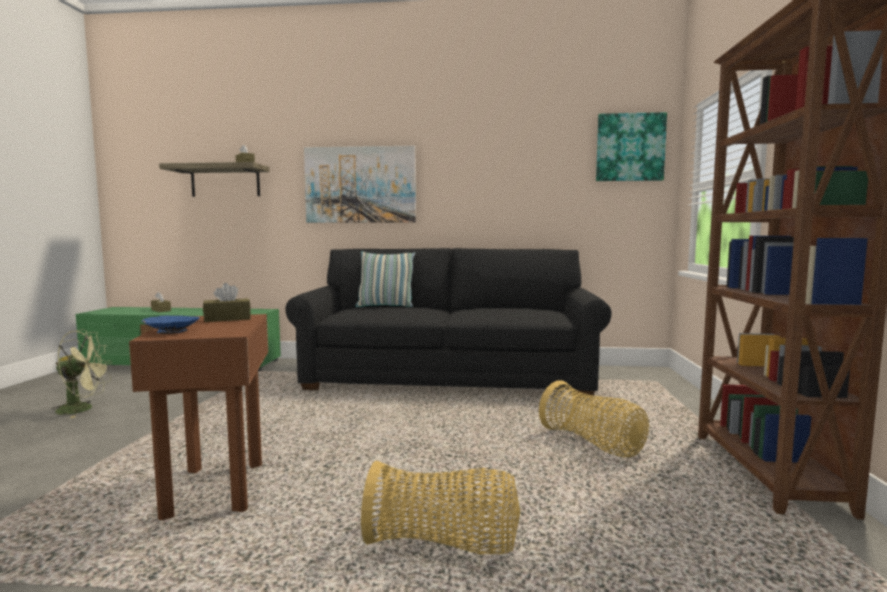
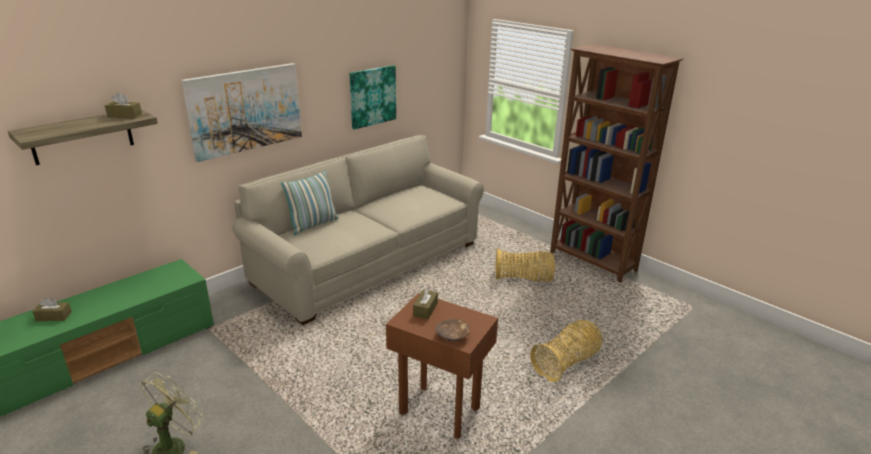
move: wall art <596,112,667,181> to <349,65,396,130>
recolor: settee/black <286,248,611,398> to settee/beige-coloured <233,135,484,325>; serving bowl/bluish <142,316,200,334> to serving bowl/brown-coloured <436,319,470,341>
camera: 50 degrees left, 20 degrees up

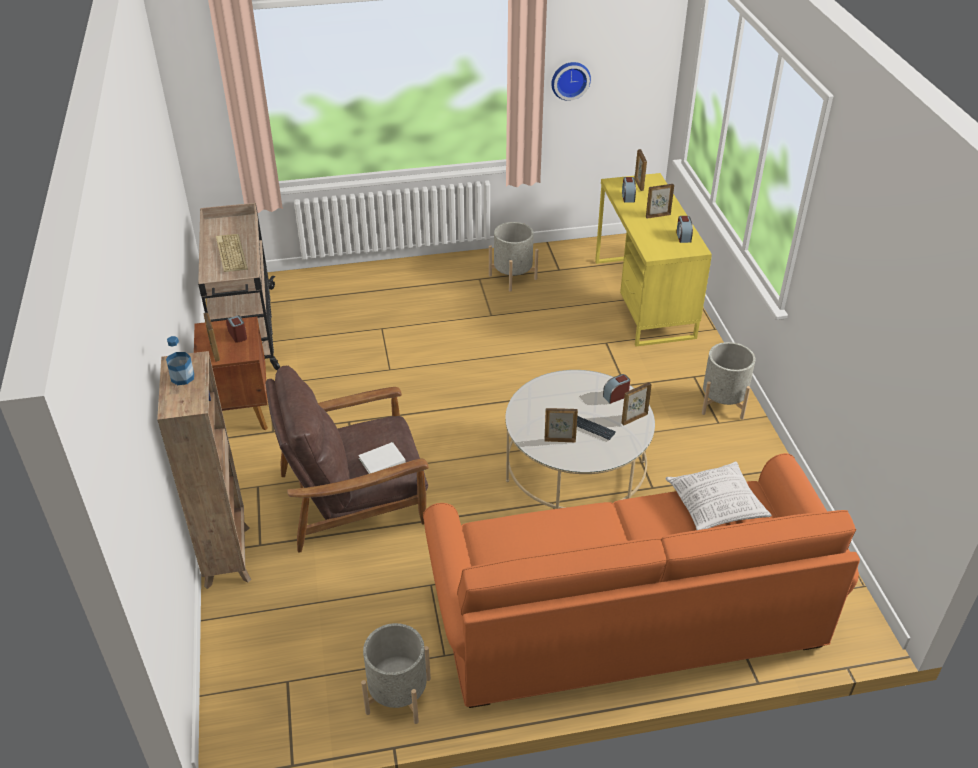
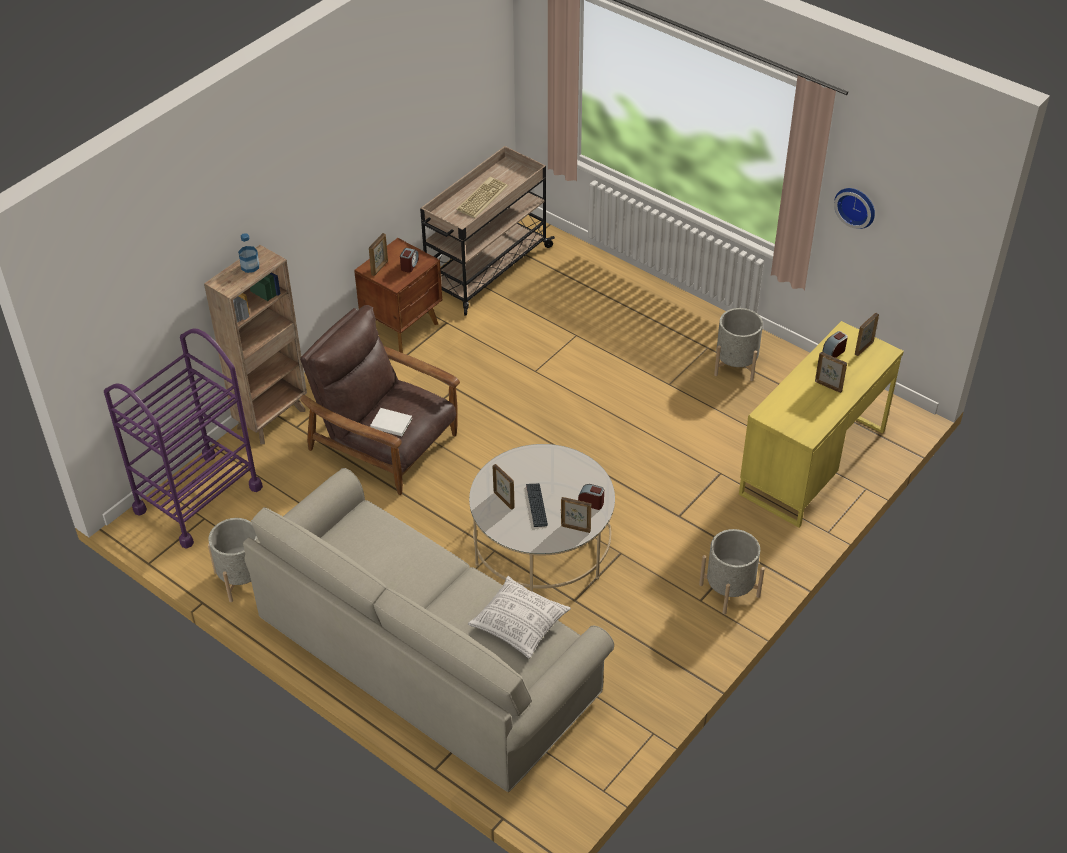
delete: bedside clock <676,216,693,243>
insert: wheeled cart/purplish <104,328,263,549>
recolor: settee/orange-coloured <423,453,860,708> to settee/beige-coloured <243,468,614,792>
camera: 50 degrees right, 5 degrees up

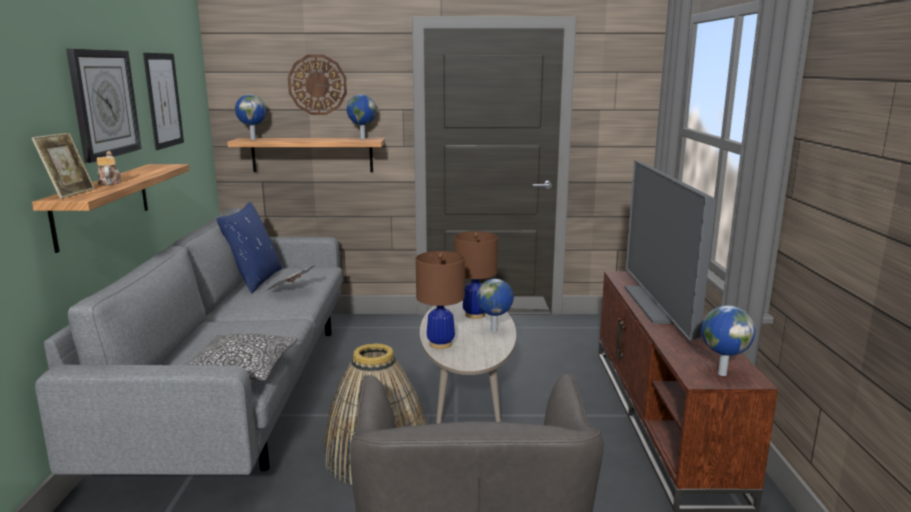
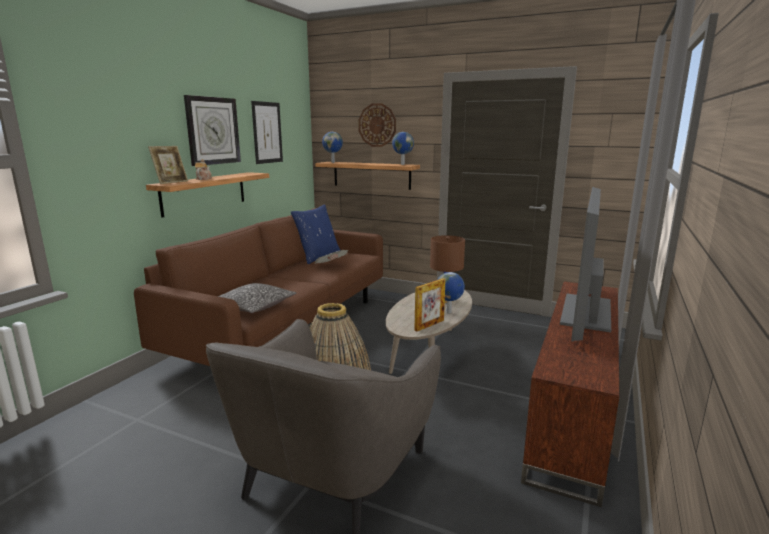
delete: tabletop lamp/brown-coloured <416,251,465,349>; globe <701,305,755,376>
insert: picture frame <414,278,446,332>
recolor: settee/gray <35,207,343,475> to settee/brown-coloured <134,208,383,366>
camera: 25 degrees right, 0 degrees up

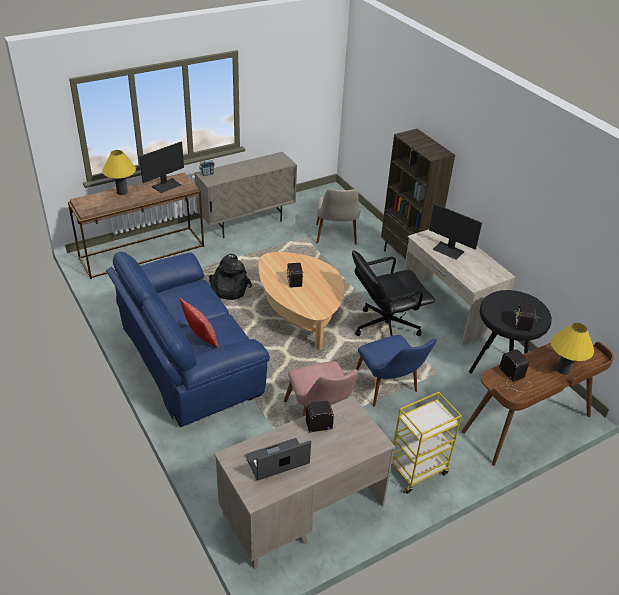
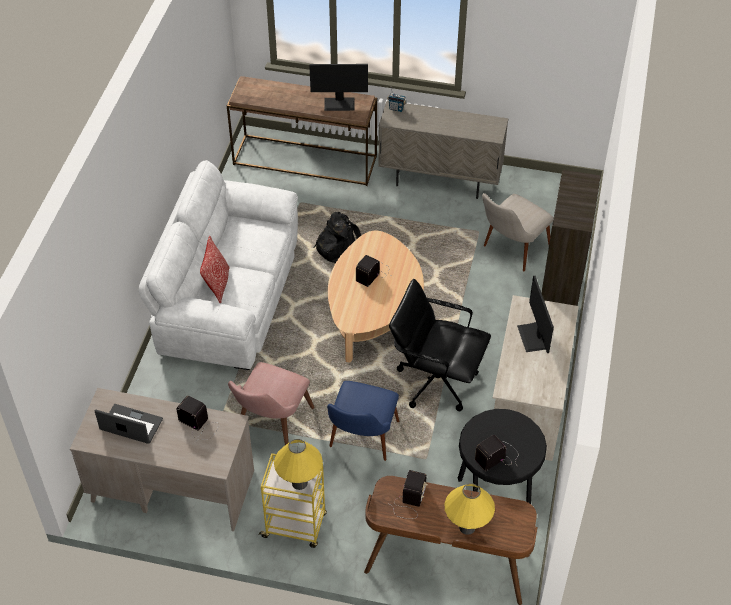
move: tabletop lamp/yellowish <102,150,136,195> to <274,439,323,490>
recolor: settee/bluish <106,252,270,427> to settee/white <139,160,298,370>
camera: 45 degrees right, 10 degrees up

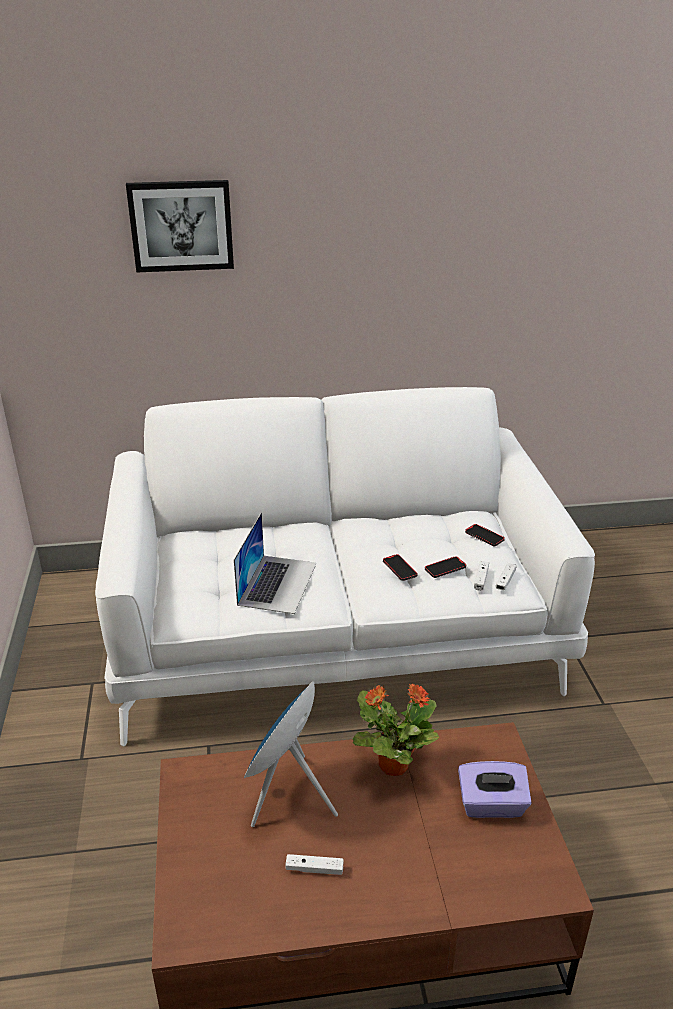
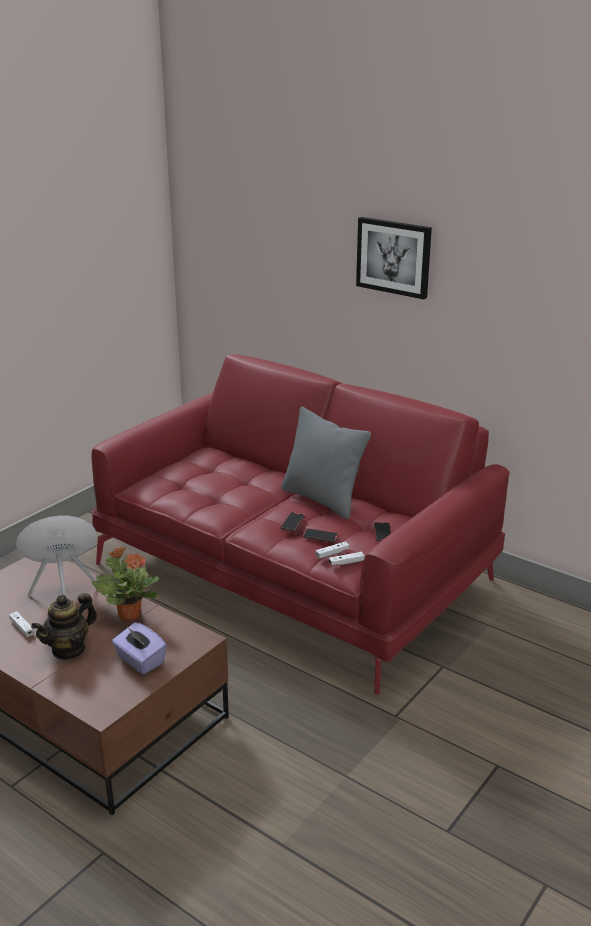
delete: laptop <234,512,317,614>
insert: teapot <31,593,97,660>; pillow/gray <281,407,371,519>
move: wall art <126,180,234,273> to <356,217,432,299>
recolor: settee/white <95,387,595,746> to settee/red <91,354,510,694>
camera: 45 degrees right, 5 degrees down

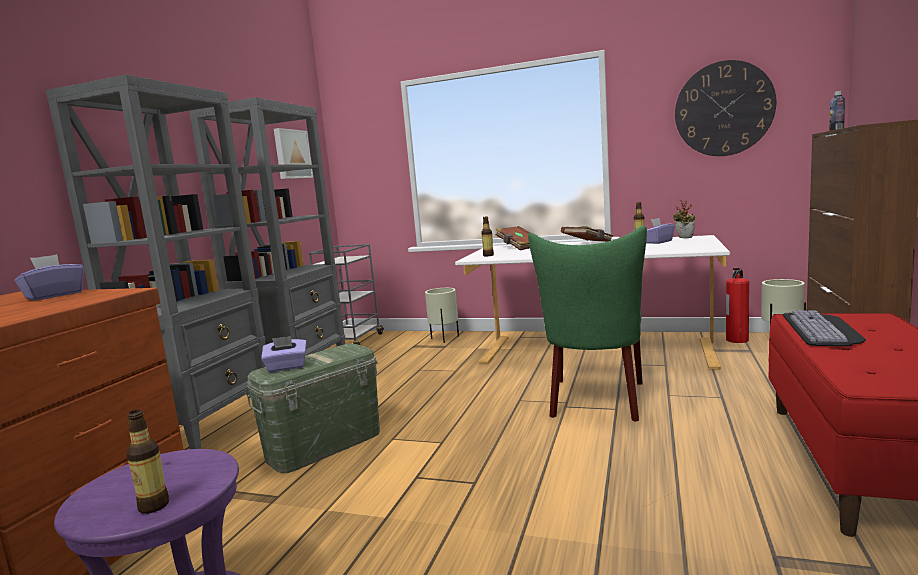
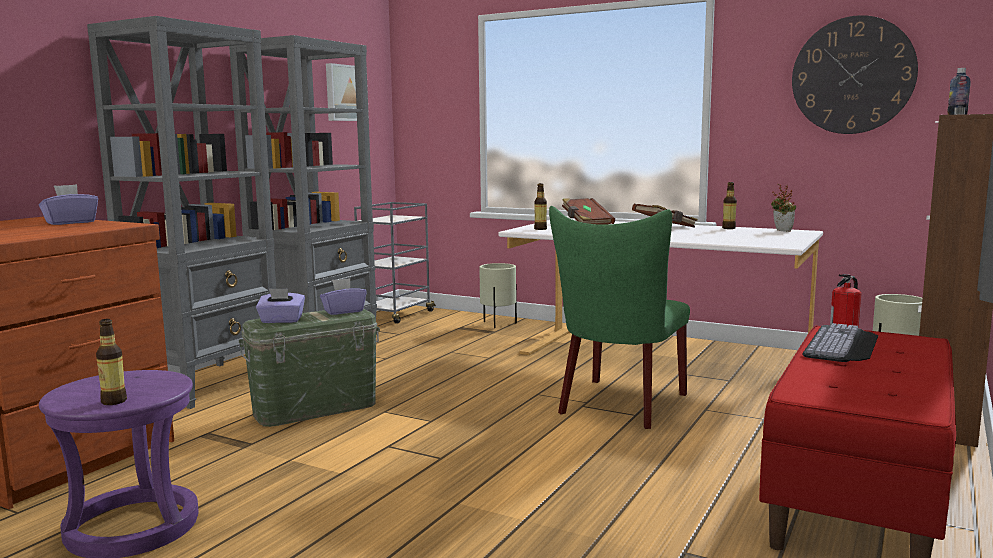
move: tissue holder/purplish <646,218,675,244> to <320,278,367,315>
camera: 10 degrees right, 0 degrees up

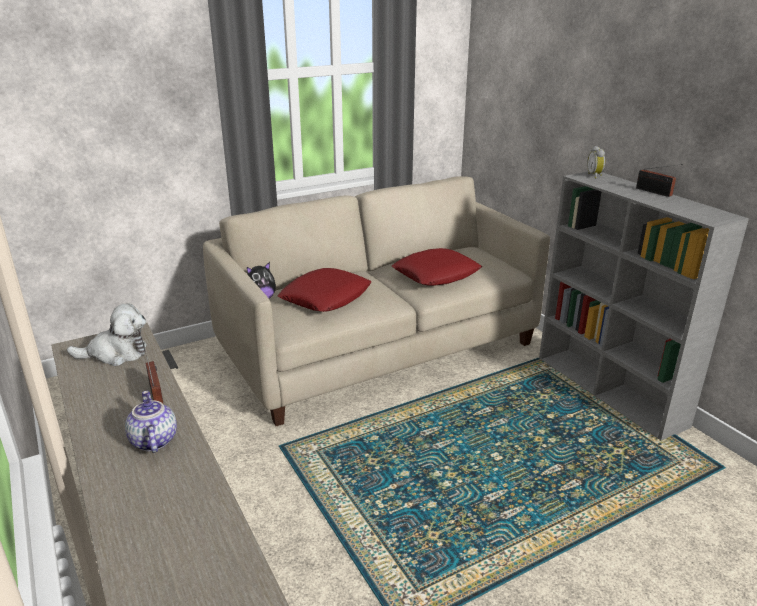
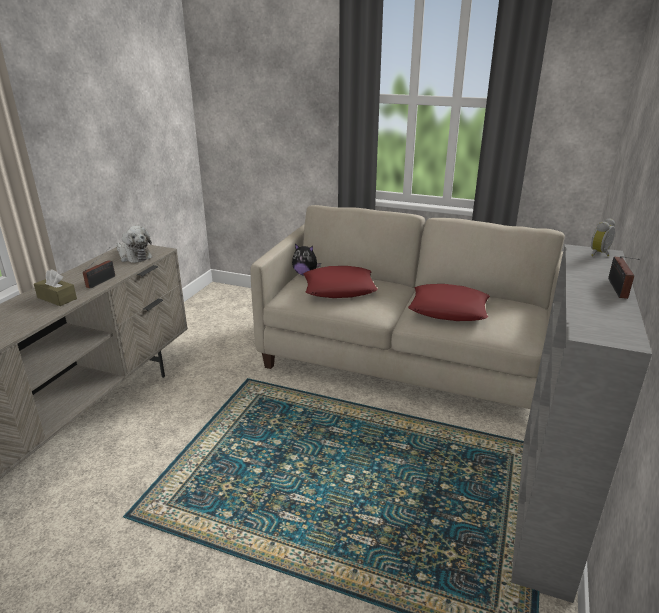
replace: teapot <125,391,177,453> to tissue holder/brown-coloured <34,269,77,306>
camera: 50 degrees right, 0 degrees up

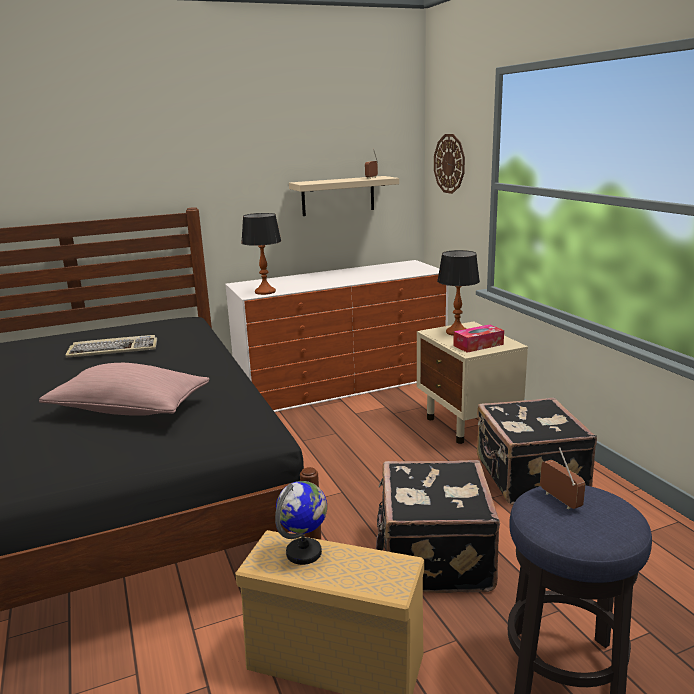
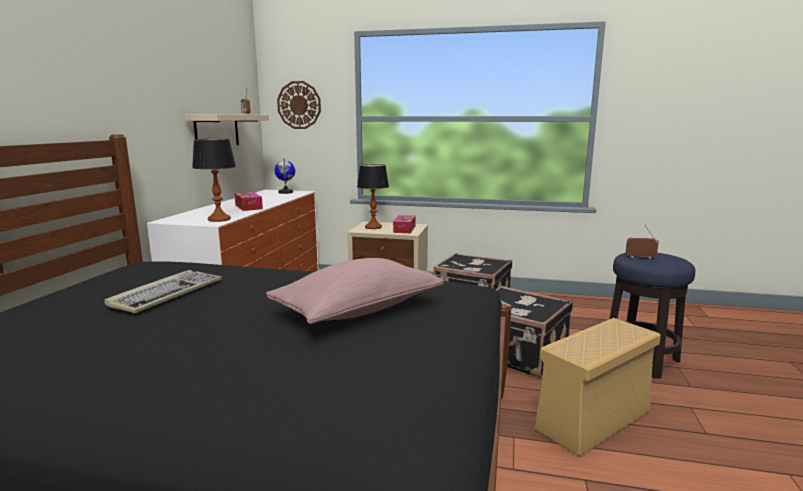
insert: tissue holder <234,192,263,211>
move: globe <275,481,327,565> to <275,158,295,194>
camera: 55 degrees left, 5 degrees down

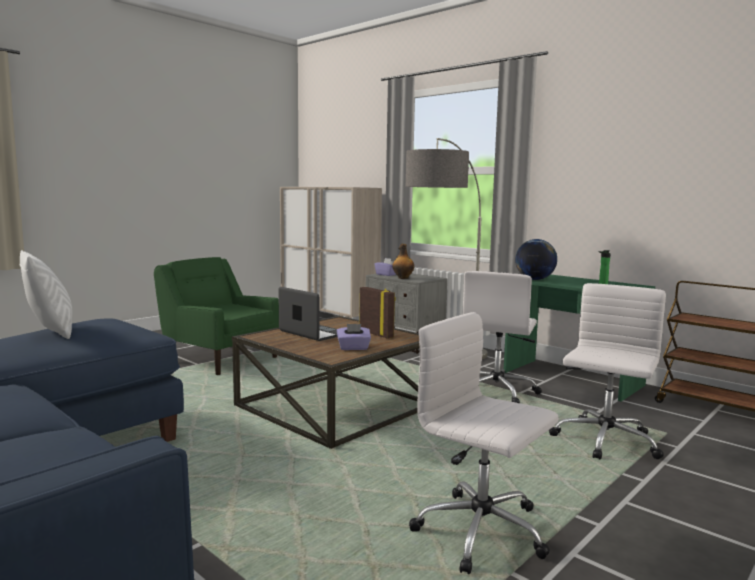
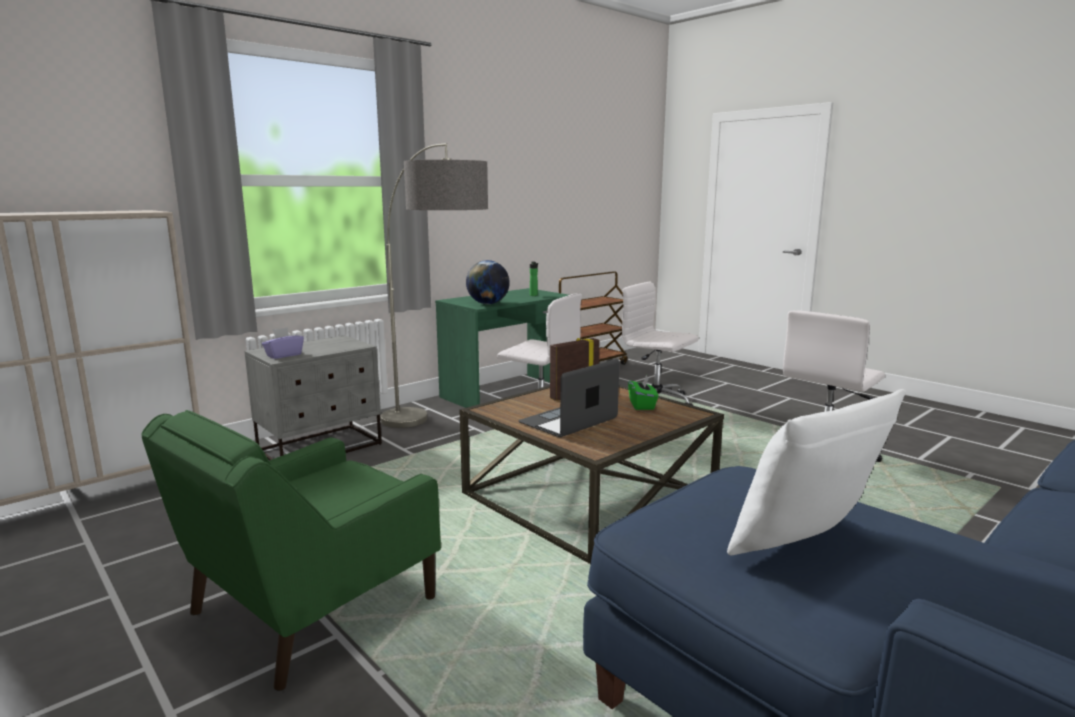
delete: bottle <392,244,414,279>
recolor: tissue holder/purplish <337,324,371,350> to tissue holder/greenish <628,375,658,410>
camera: 85 degrees left, 5 degrees up

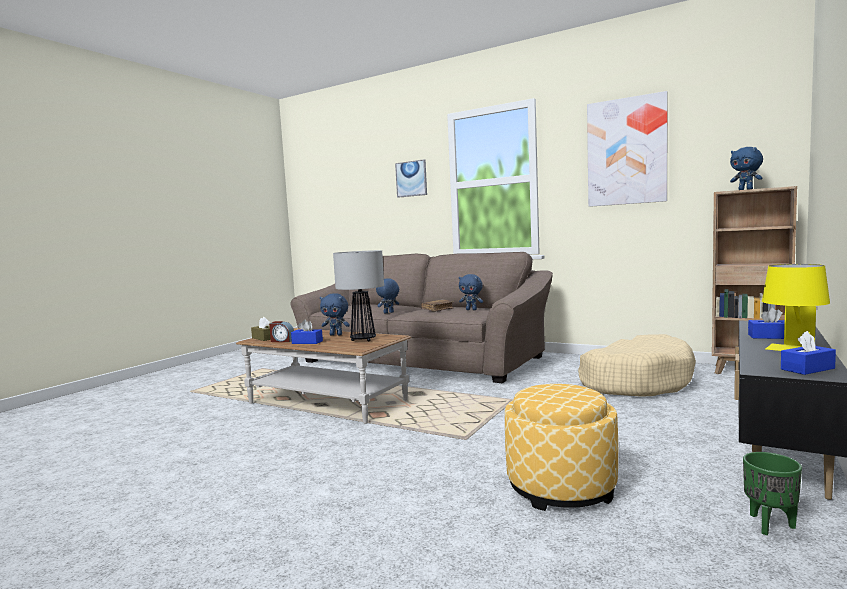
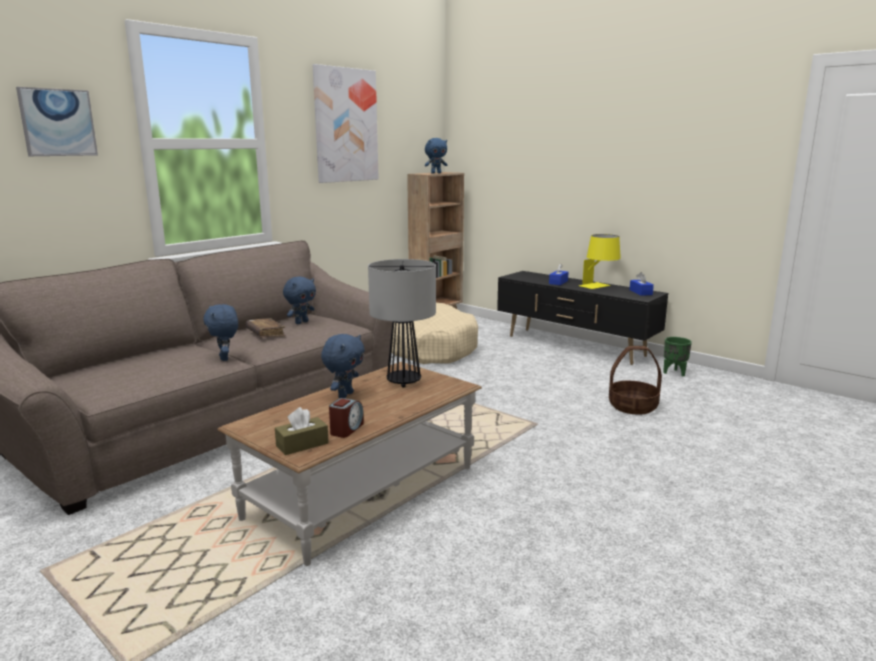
delete: tissue holder/bluish <291,320,323,344>
replace: pouffe <505,384,618,511> to basket <609,346,662,415>
camera: 80 degrees left, 10 degrees up

